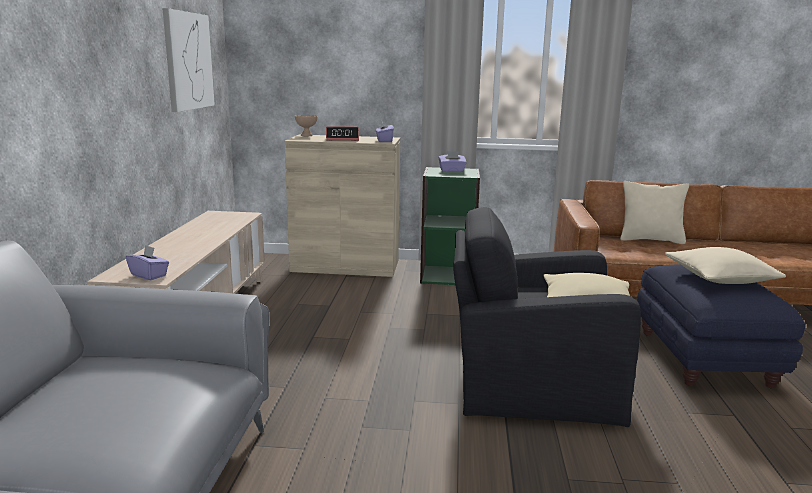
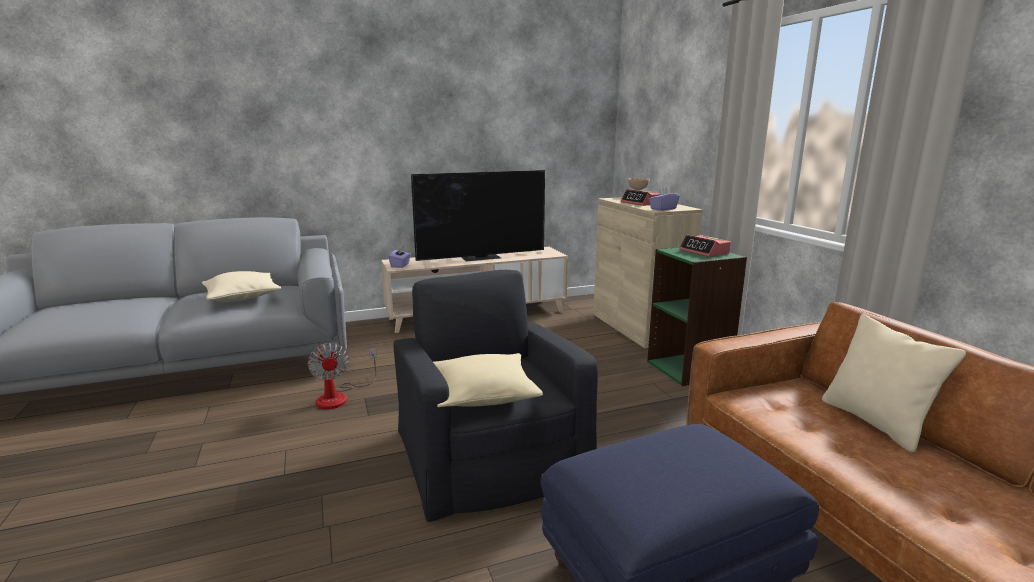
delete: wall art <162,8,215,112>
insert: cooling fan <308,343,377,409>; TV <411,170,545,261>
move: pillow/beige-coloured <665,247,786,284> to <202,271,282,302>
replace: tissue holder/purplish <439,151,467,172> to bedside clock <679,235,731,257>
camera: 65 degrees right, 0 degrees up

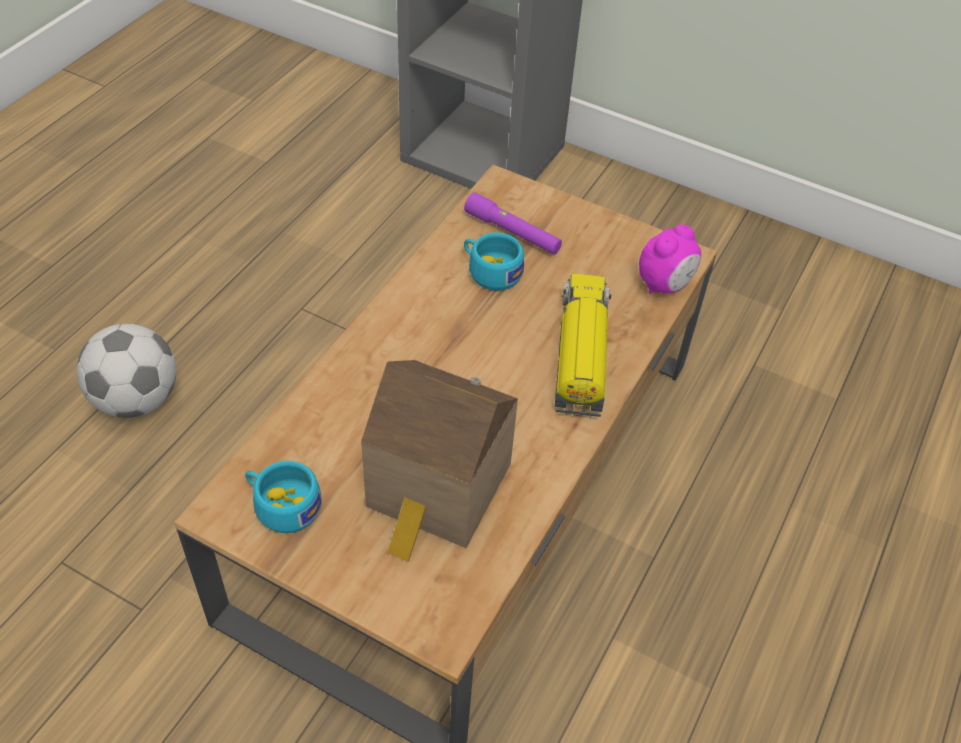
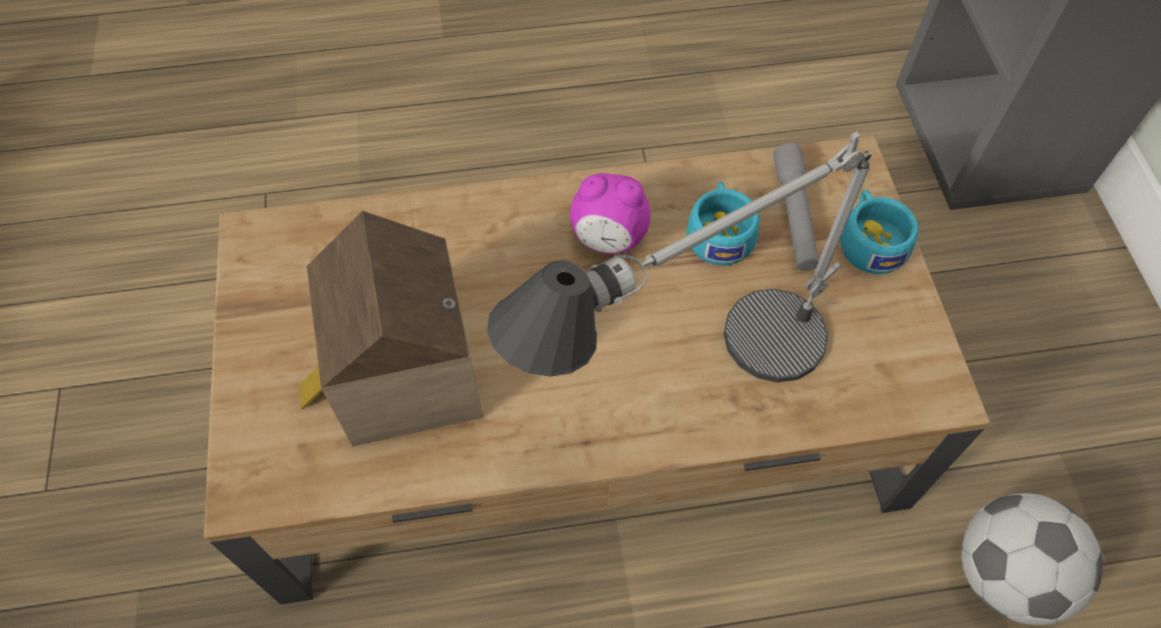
move: bedside clock <639,224,701,294> to <570,173,650,254>; small cup/blue-green <245,461,322,533> to <840,190,919,274>; football <77,324,176,418> to <961,493,1103,625>
replace: model truck <555,274,611,417> to tabletop lamp <487,131,872,383>
recolor: hand torch/purplish <464,192,562,254> to hand torch/gray <773,143,819,271>
camera: 55 degrees right, 10 degrees up

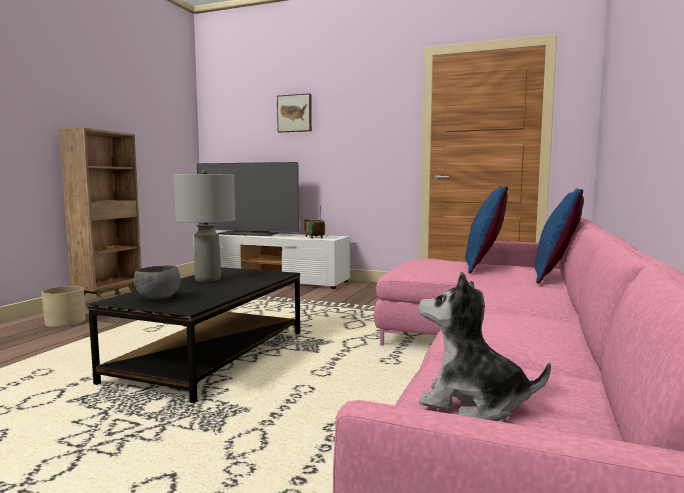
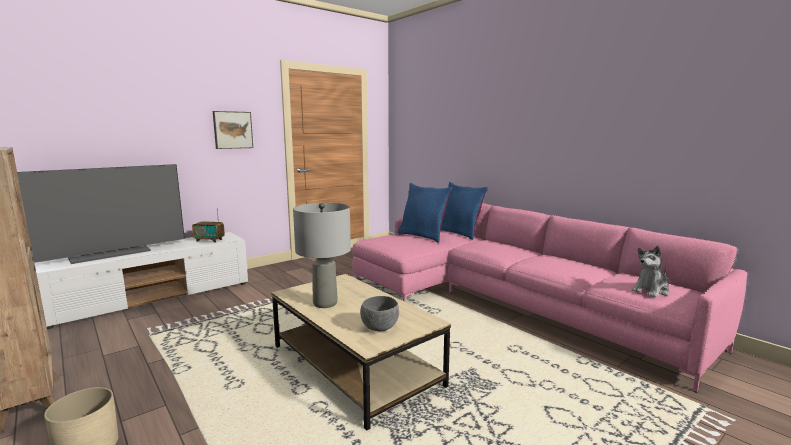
move: wall art <277,93,312,133> to <213,111,253,149>
recolor: lounge table/black <87,267,300,403> to lounge table/beige-coloured <271,274,451,430>
camera: 60 degrees left, 5 degrees up

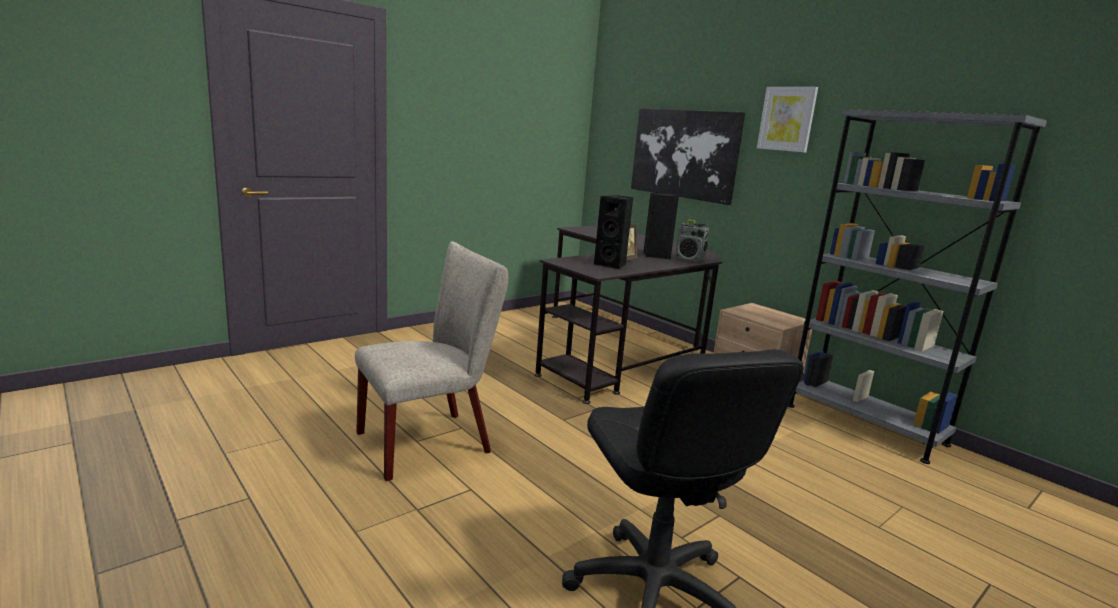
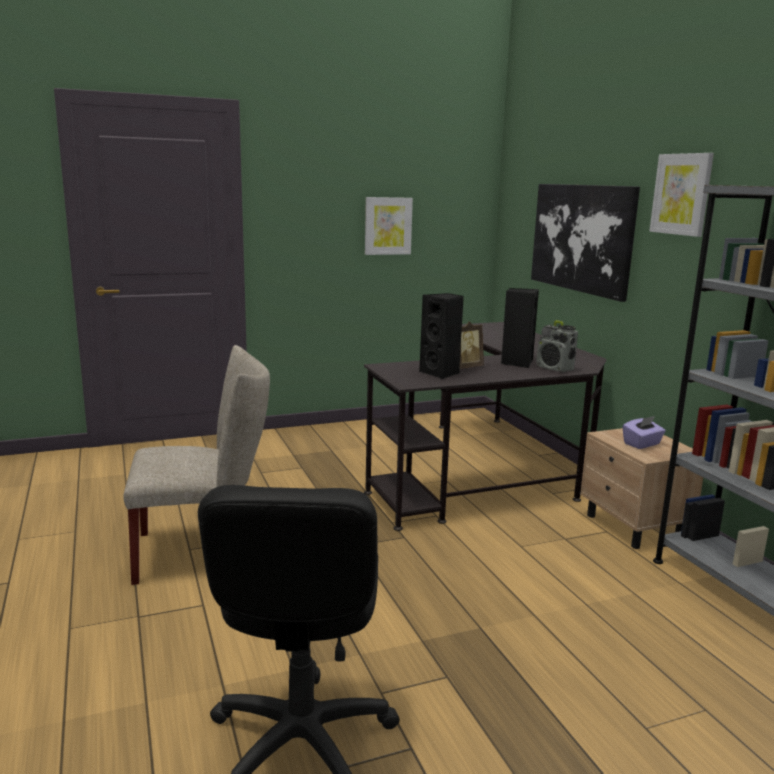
insert: wall art <365,197,413,255>; tissue holder/purplish <623,416,666,449>
camera: 20 degrees right, 0 degrees up

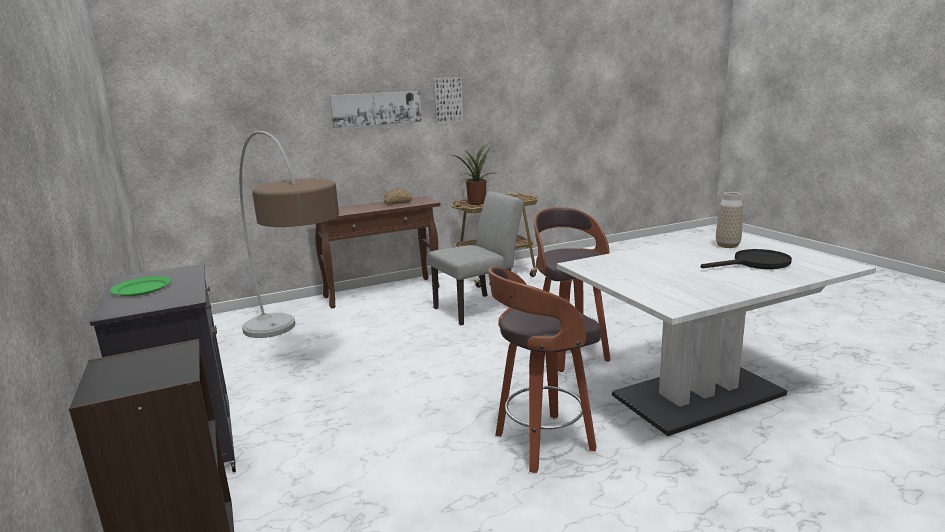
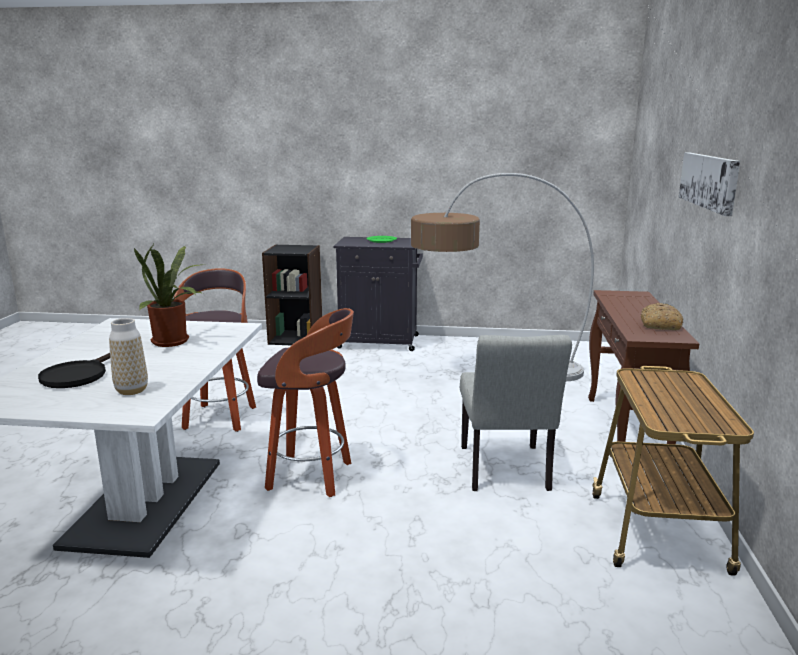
delete: wall art <433,77,463,124>
move: houseplant <453,143,499,205> to <134,242,204,347>
camera: 120 degrees right, 0 degrees up

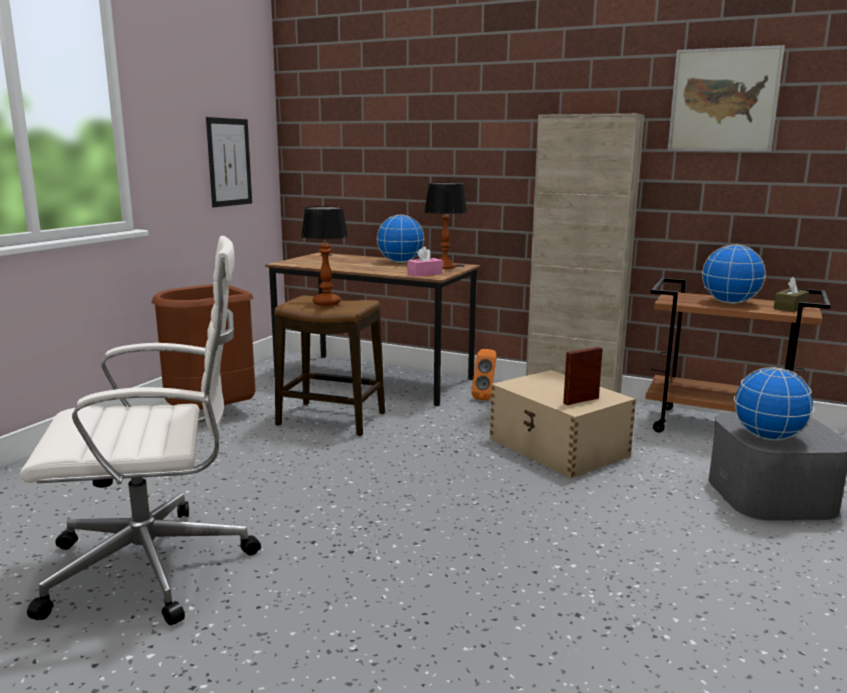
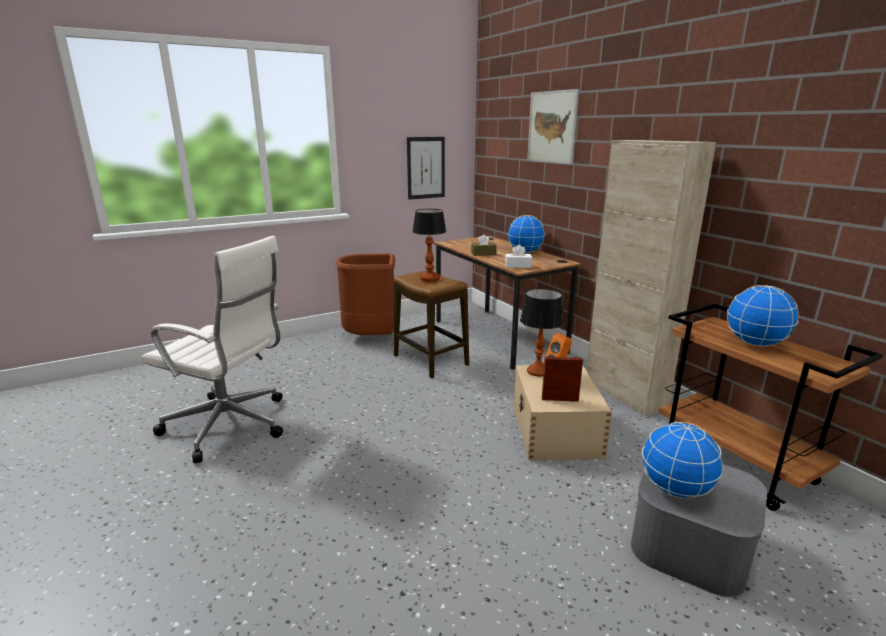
move: tissue holder/brown-coloured <773,277,809,312> to <471,234,497,256>; tabletop lamp <424,182,467,269> to <520,289,564,377>; wall art <668,45,785,152> to <527,89,579,165>
recolor: tissue holder/pinkish <407,247,443,277> to tissue holder/white <505,245,532,268>
camera: 35 degrees right, 5 degrees up

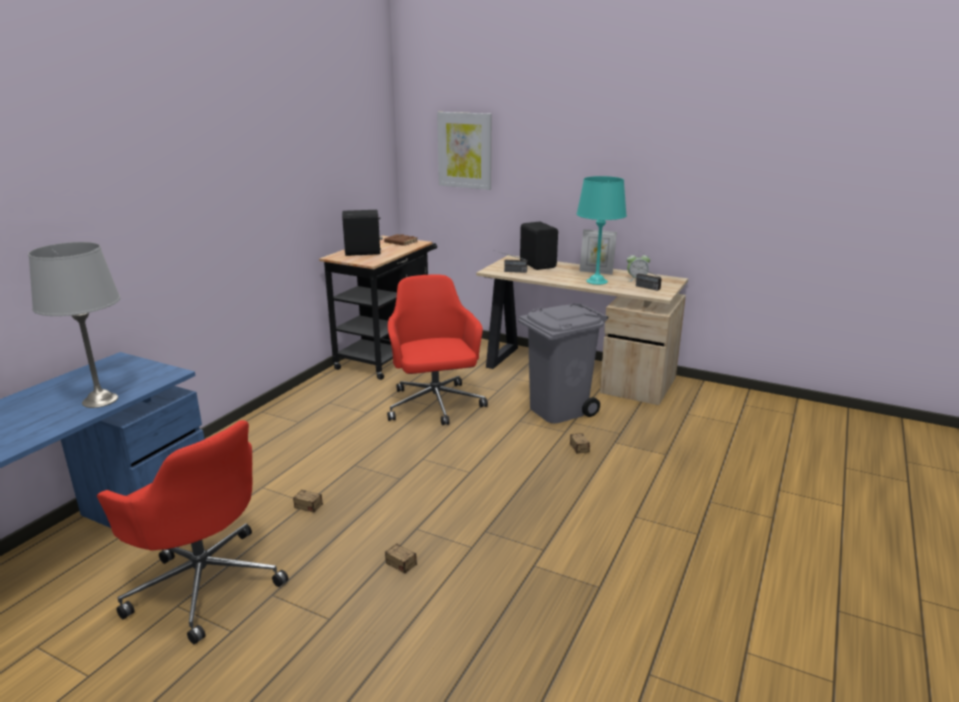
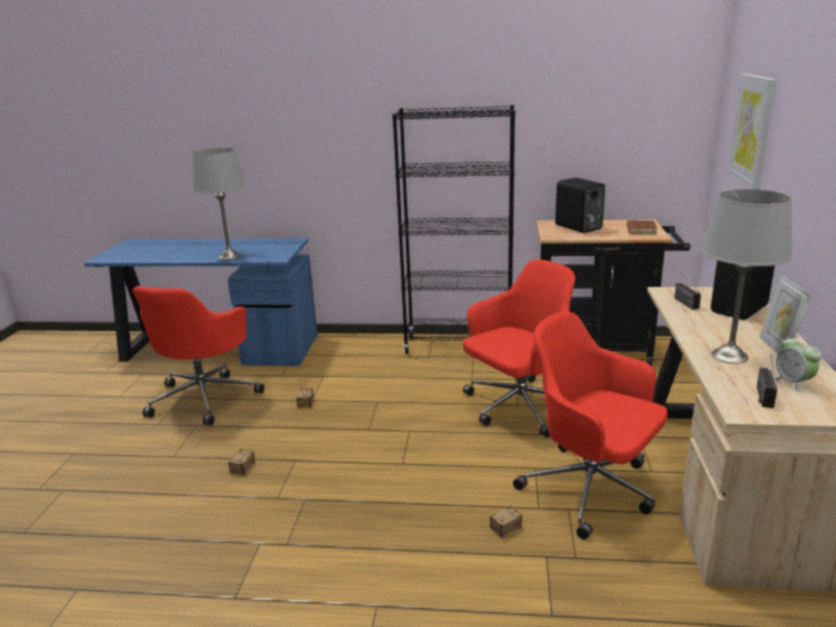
insert: bookshelf/black <392,105,515,354>
replace: waste bin/gray <518,303,608,423> to office chair/red <513,311,668,540>
recolor: tabletop lamp/blue-green <577,176,627,285> to tabletop lamp/gray <702,189,792,364>
camera: 70 degrees right, 0 degrees up

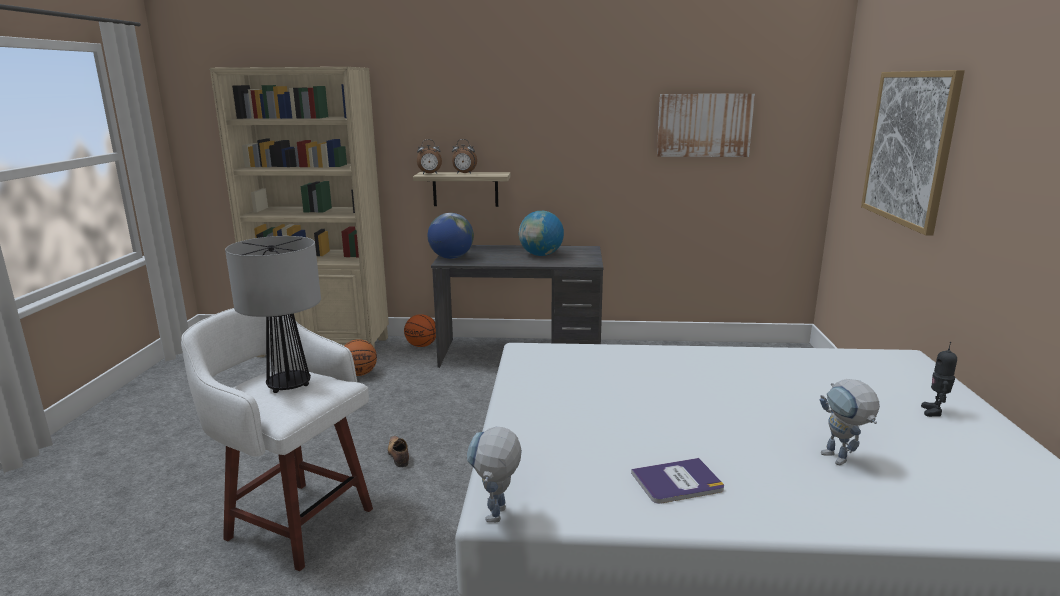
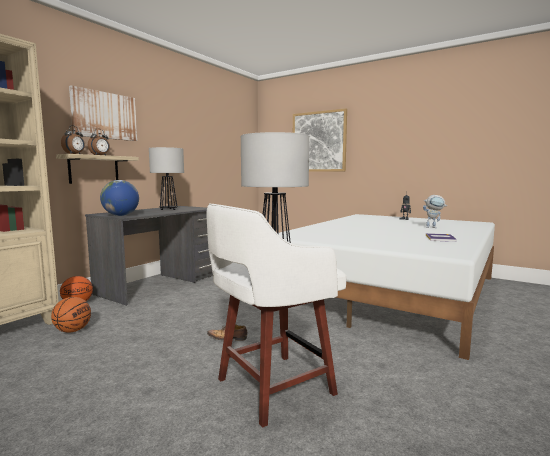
delete: toy robot <467,427,522,522>
move: wall art <657,94,755,157> to <69,85,137,141>
replace: globe <519,211,564,256> to tabletop lamp <149,147,184,210>
camera: 60 degrees left, 10 degrees down

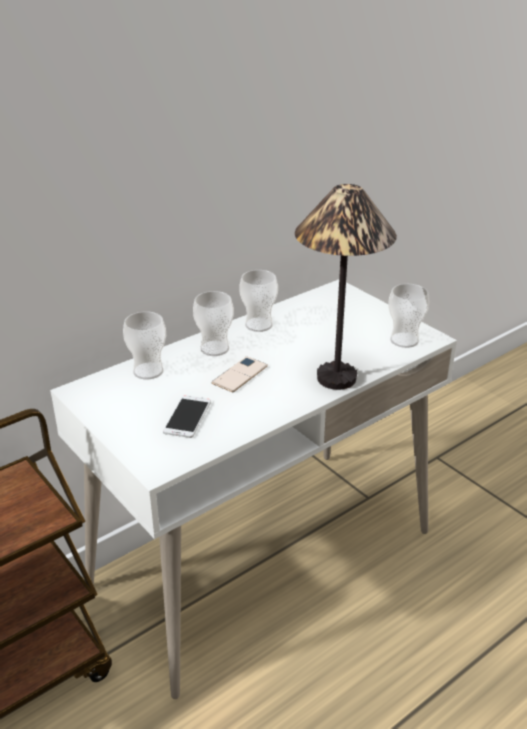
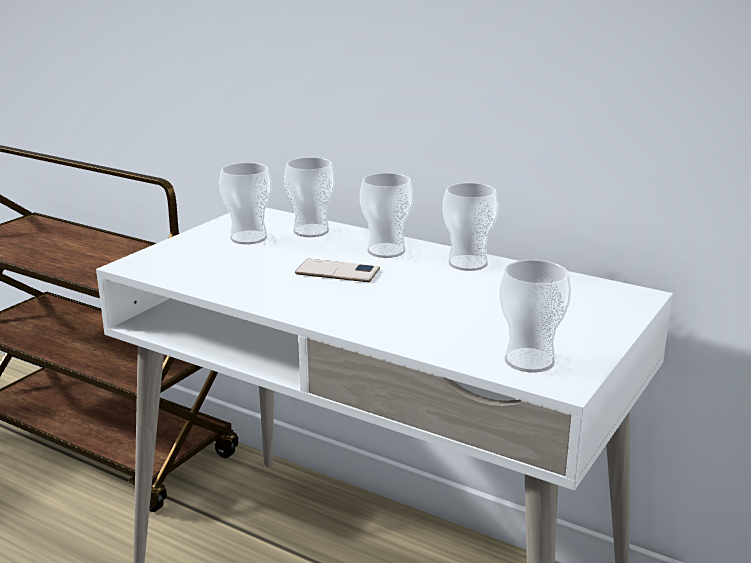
delete: handset <163,395,211,438>; tabletop lamp <295,184,397,390>
insert: small cup <219,163,272,244>
camera: 70 degrees right, 10 degrees down

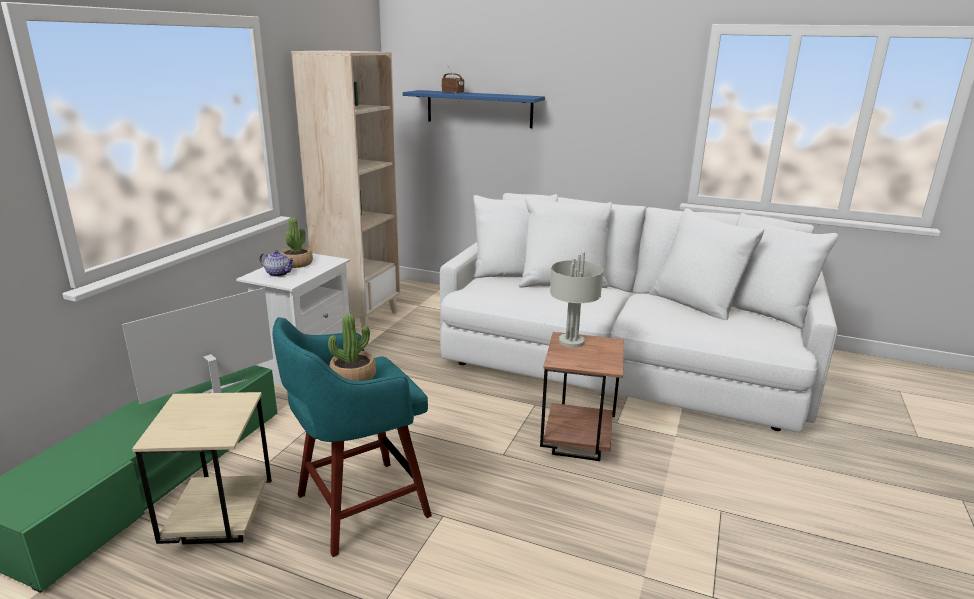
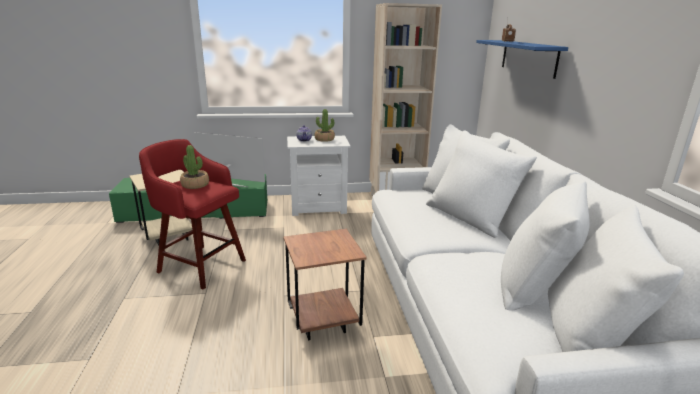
delete: tabletop lamp/gray <550,252,603,348>
recolor: stool/blue-green <273,317,432,557> to stool/red <139,139,246,290>
camera: 60 degrees right, 0 degrees up

